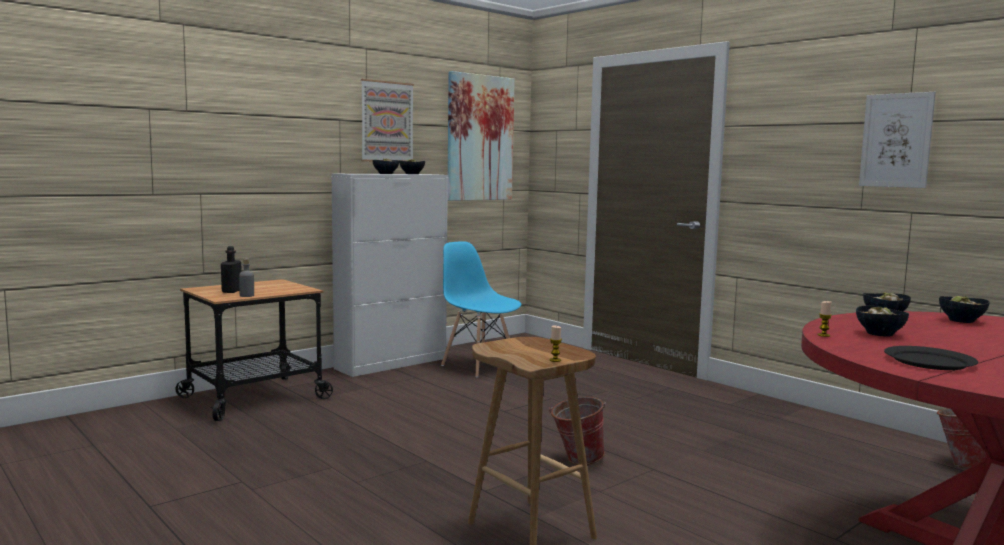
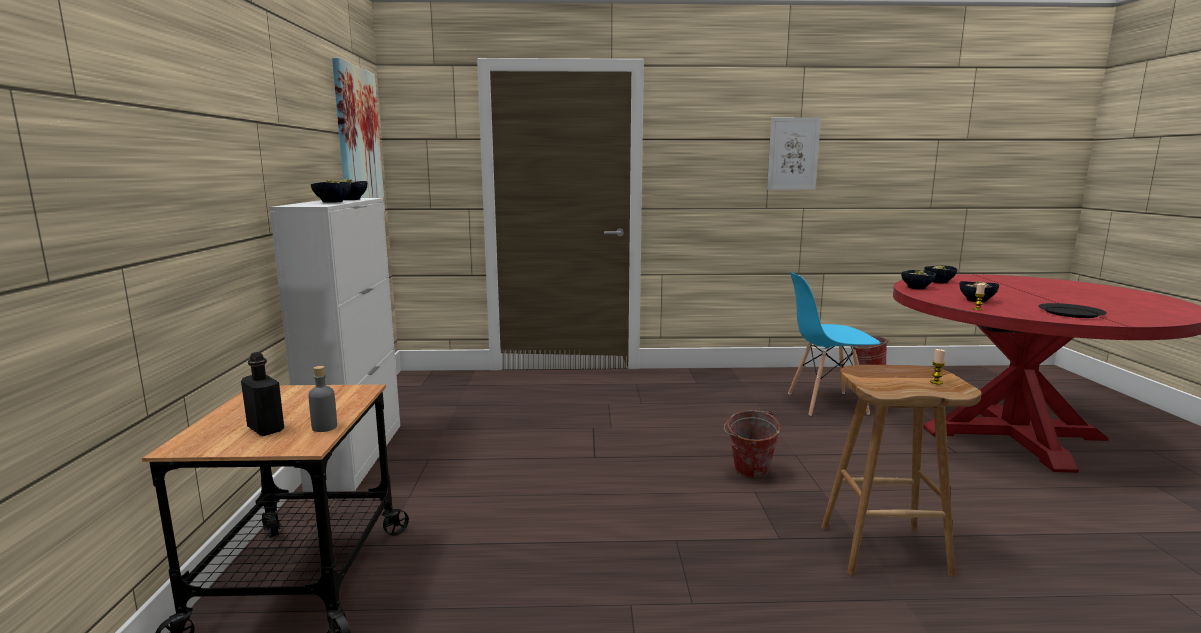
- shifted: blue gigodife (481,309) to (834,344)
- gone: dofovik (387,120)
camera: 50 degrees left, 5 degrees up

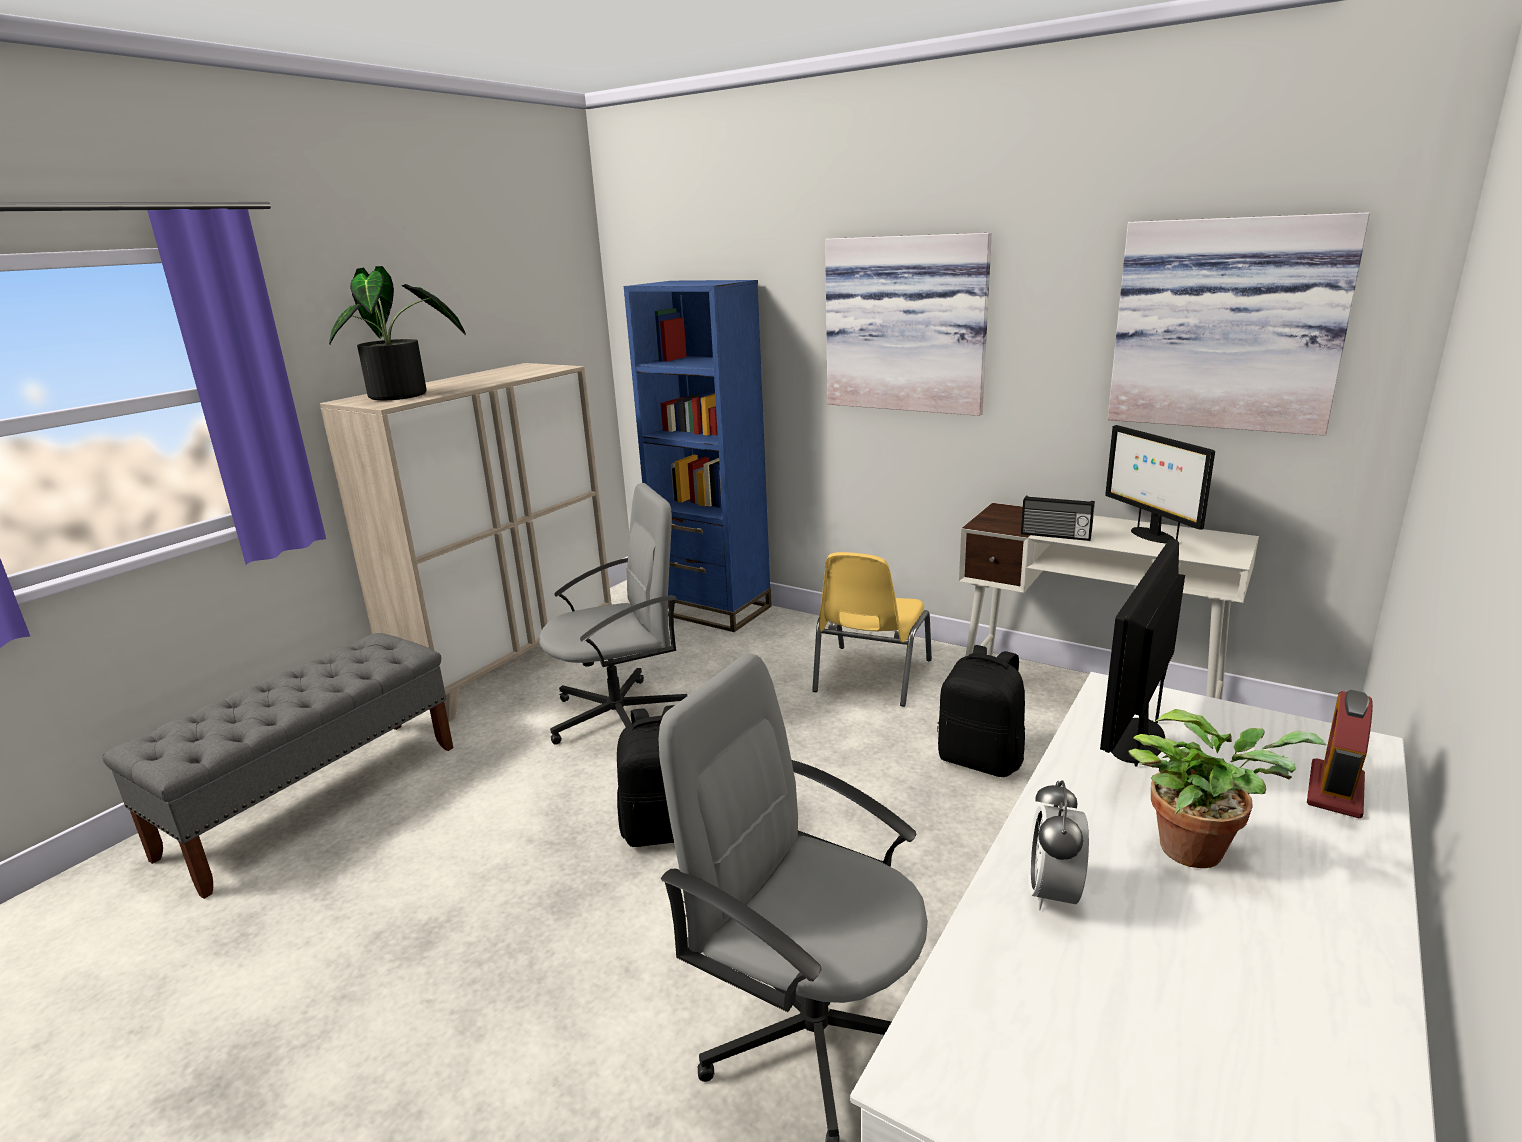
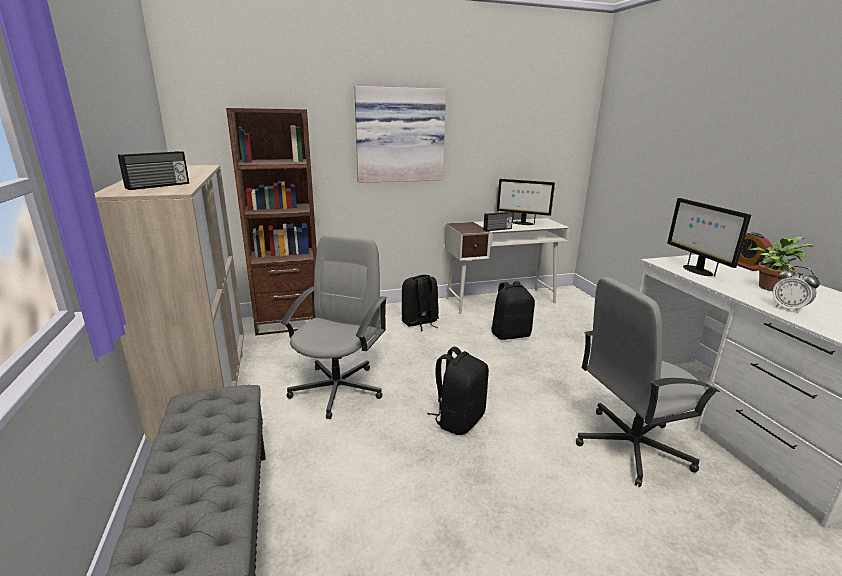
- swapped: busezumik (397,333) to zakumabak (153,170)
- repainted: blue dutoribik (698,456) to brown dutoribik (271,221)
- swapped: yellow gigodife (872,629) to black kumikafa (420,303)
- gone: dofovik (1238,324)
camera: 50 degrees left, 0 degrees up

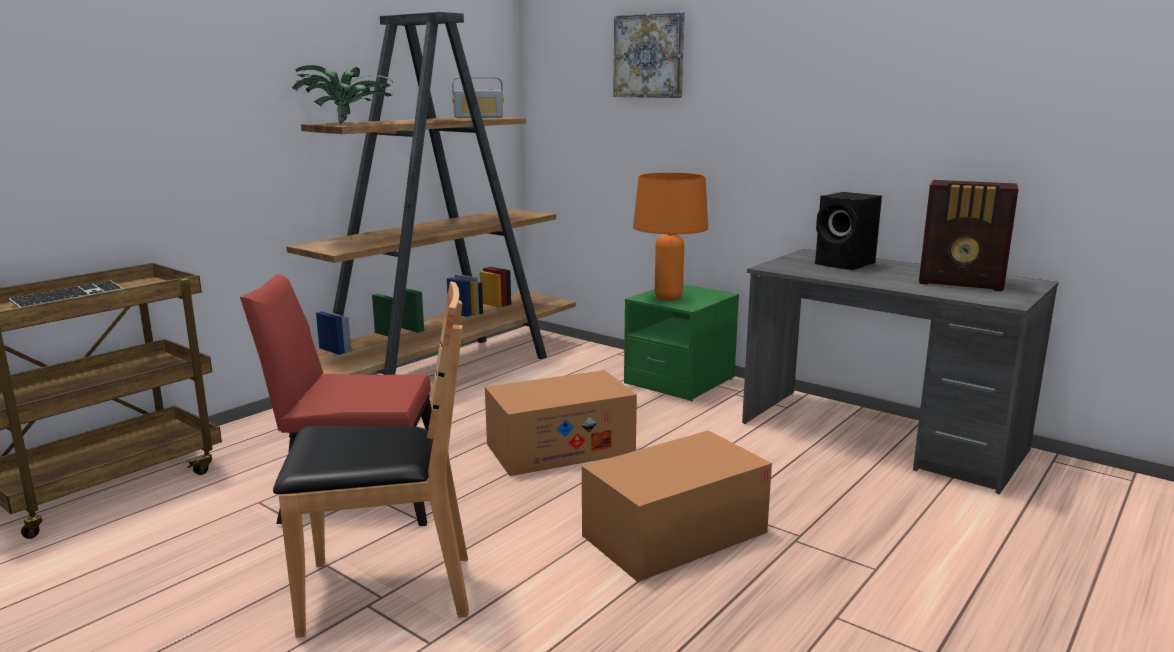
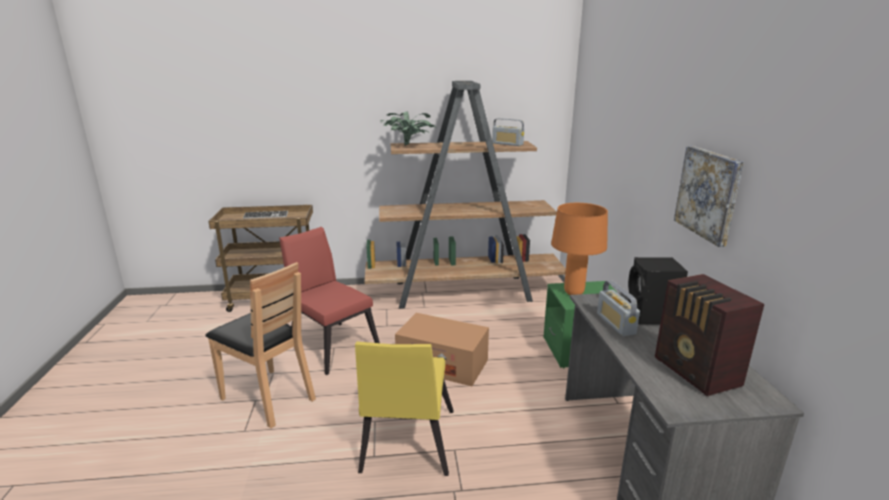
- swapped: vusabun (677,506) to yellow gigodife (404,409)
- new: zakumabak (618,308)
- shifted: dofovik (649,55) to (709,196)
camera: 45 degrees right, 5 degrees up

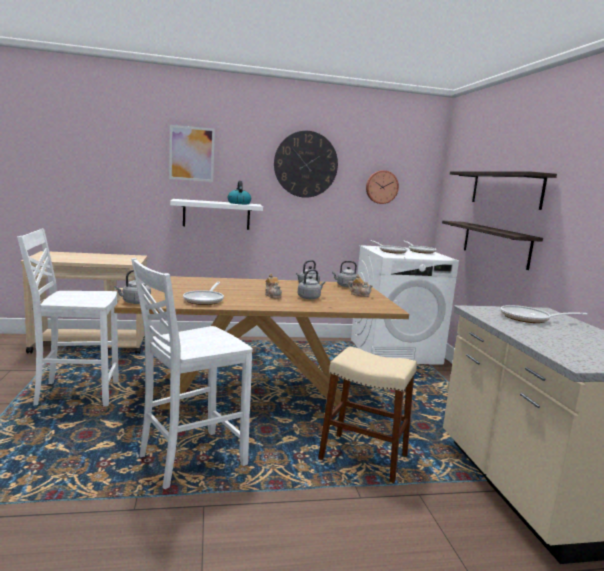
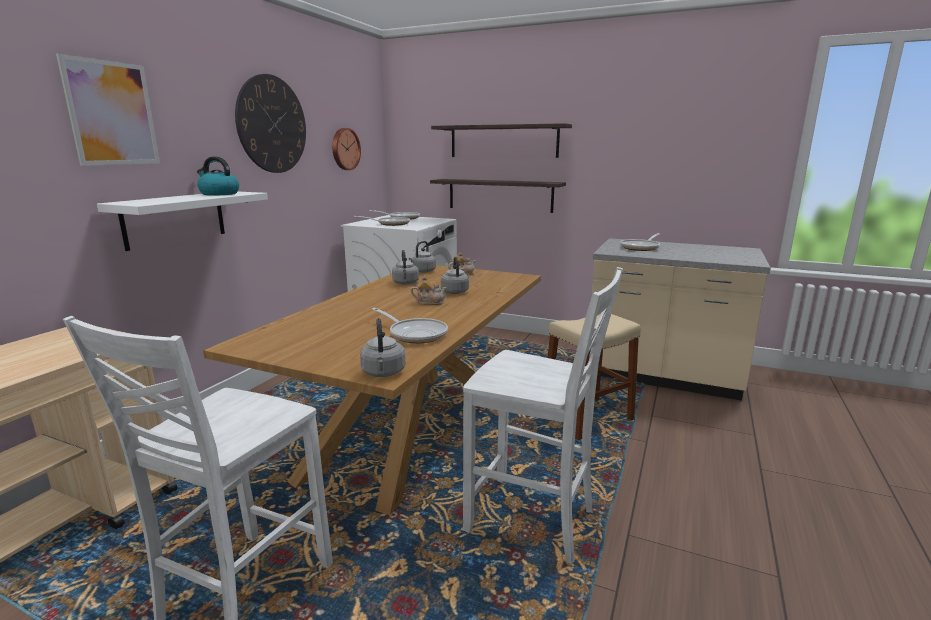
- rotated: white gigodife (192,373) = (543,416) 60 degrees counterclockwise
camera: 55 degrees left, 5 degrees up

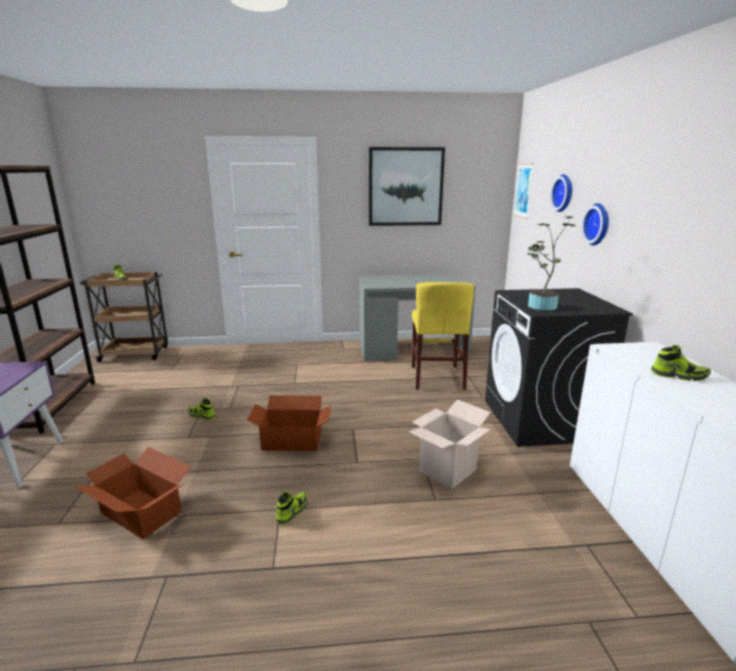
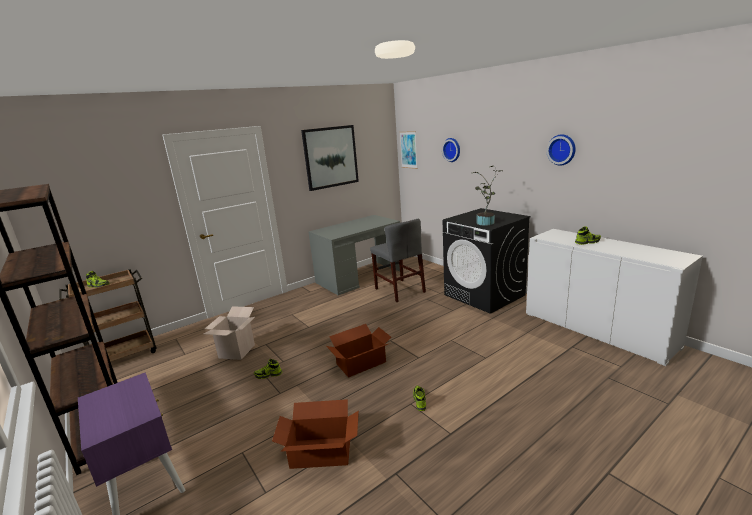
- shifted: vusabun (449,444) to (229,333)
- repainted: yellow gigodife (443,336) to grey gigodife (398,260)
- shifted: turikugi (595,224) to (561,150)
camera: 30 degrees left, 0 degrees up

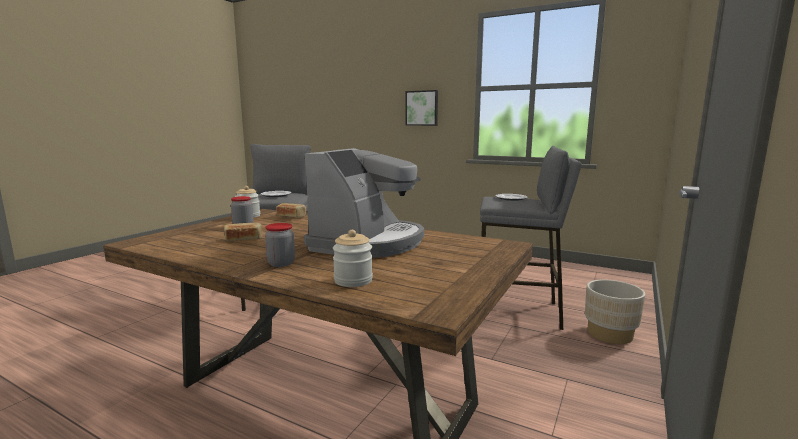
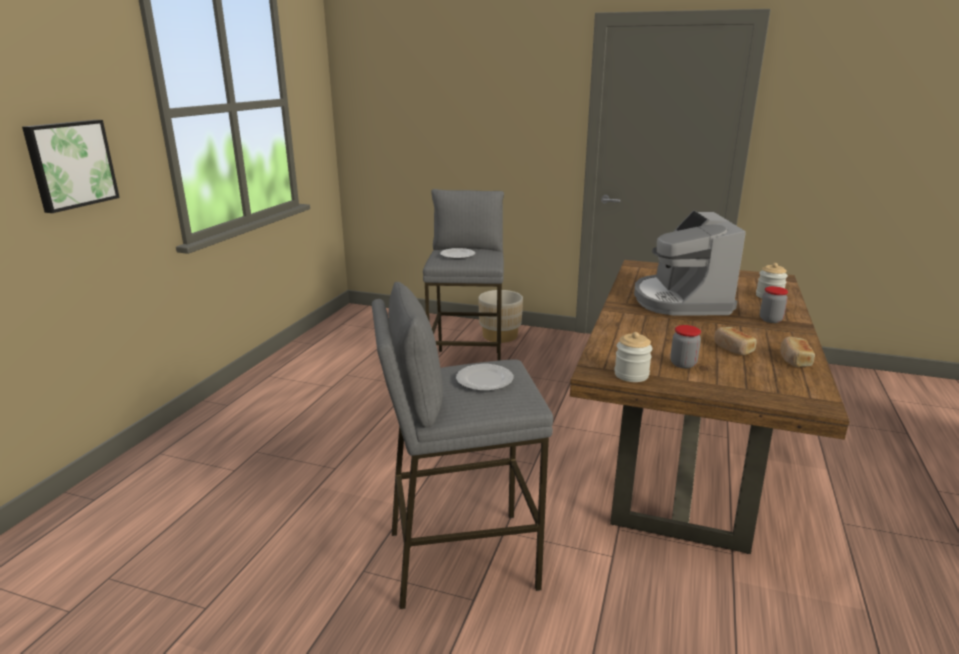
- rotated: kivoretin (364,203) = (690,263) 105 degrees counterclockwise
- shifted: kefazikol (291,210) to (797,352)
camera: 100 degrees left, 10 degrees up

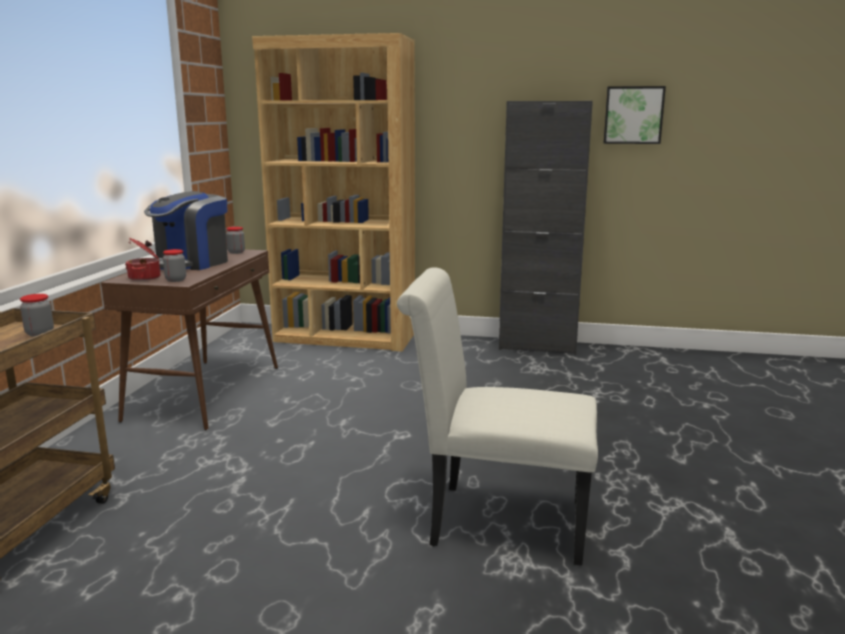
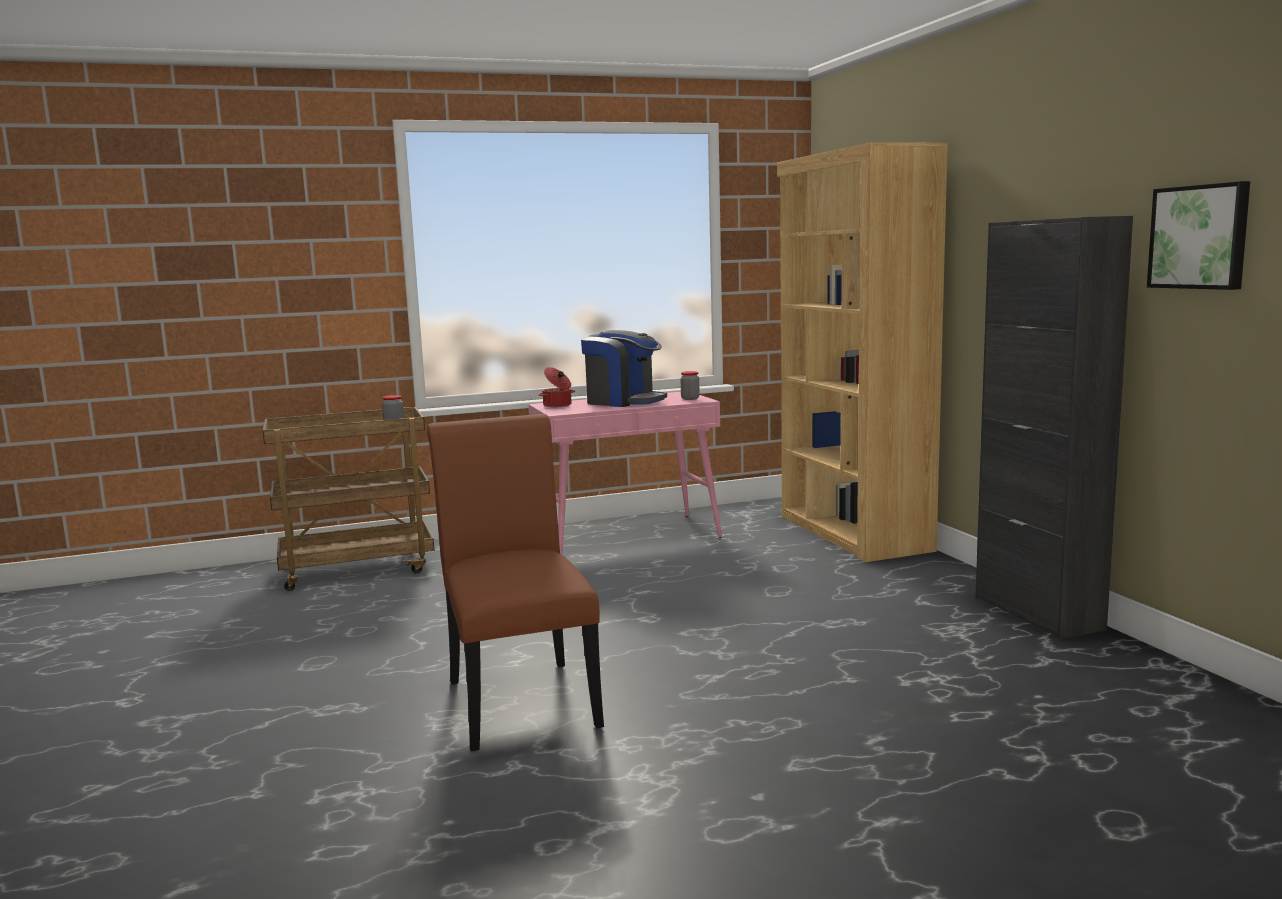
- repainted: white gigodife (497,416) to brown gigodife (515,582)
- repainted: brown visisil (189,340) to pink visisil (625,473)
- rotated: kivoretin (186,230) = (624,368) 150 degrees counterclockwise
- gone: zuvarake (174,265)
camera: 60 degrees right, 5 degrees down

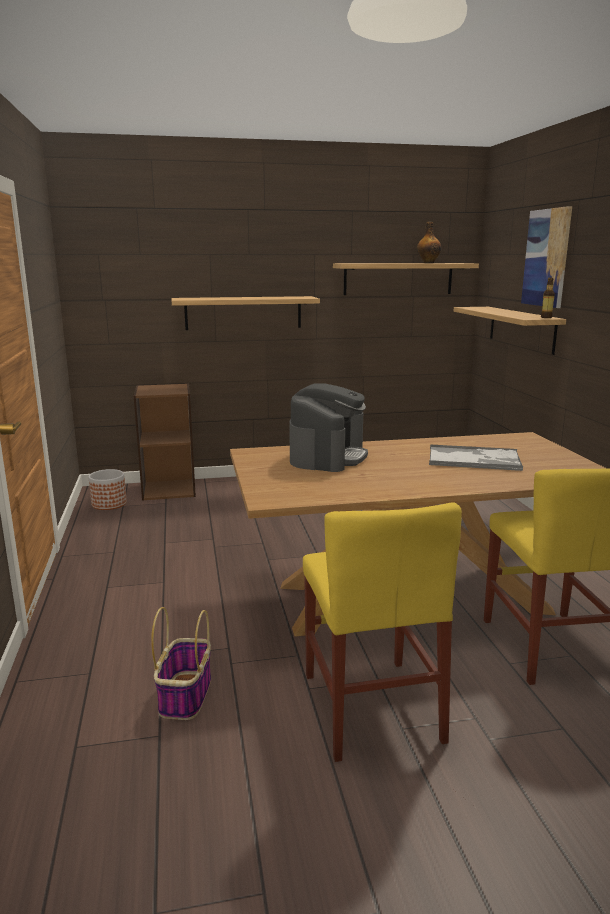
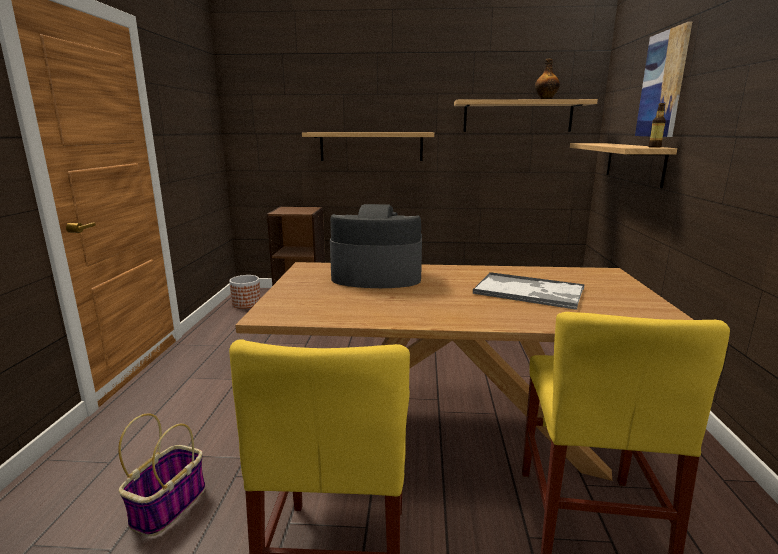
- rotated: kivoretin (328,427) = (376,246) 120 degrees counterclockwise
camera: 15 degrees right, 0 degrees up

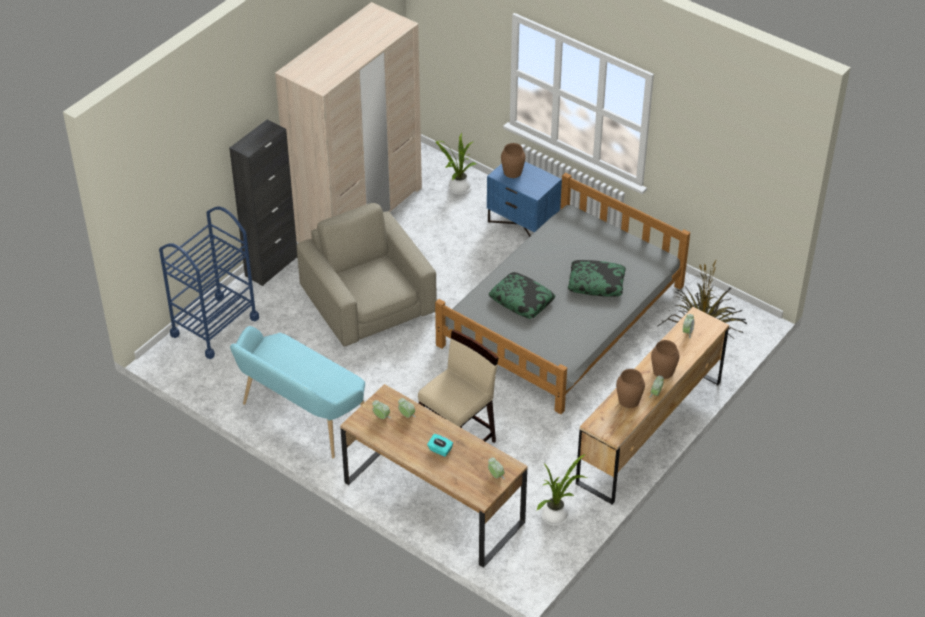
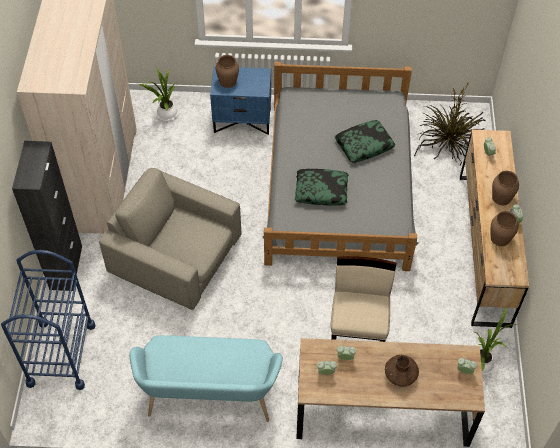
- swapped: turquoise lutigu (440,445) to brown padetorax (402,371)
camera: 35 degrees left, 10 degrees up

